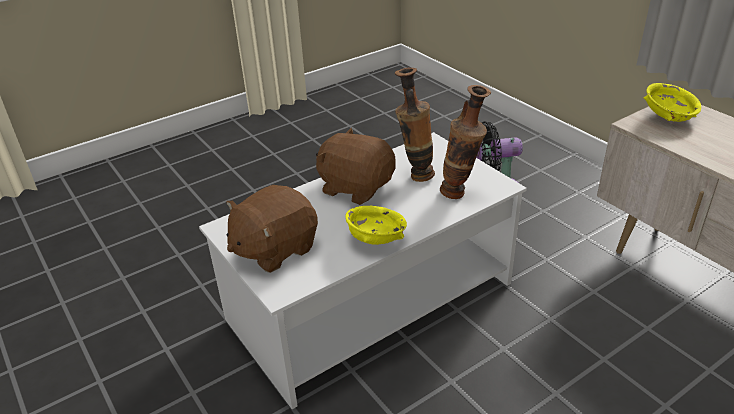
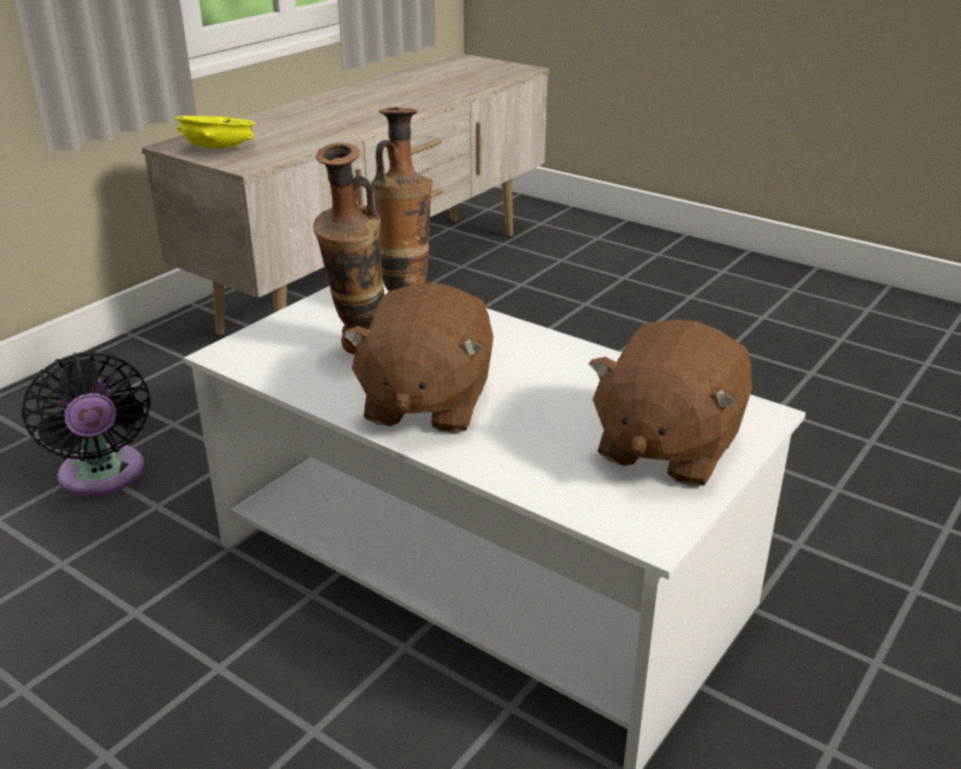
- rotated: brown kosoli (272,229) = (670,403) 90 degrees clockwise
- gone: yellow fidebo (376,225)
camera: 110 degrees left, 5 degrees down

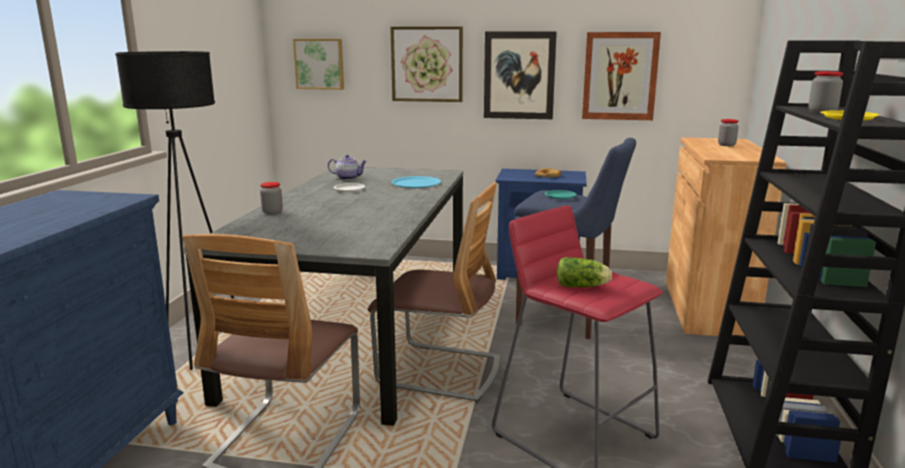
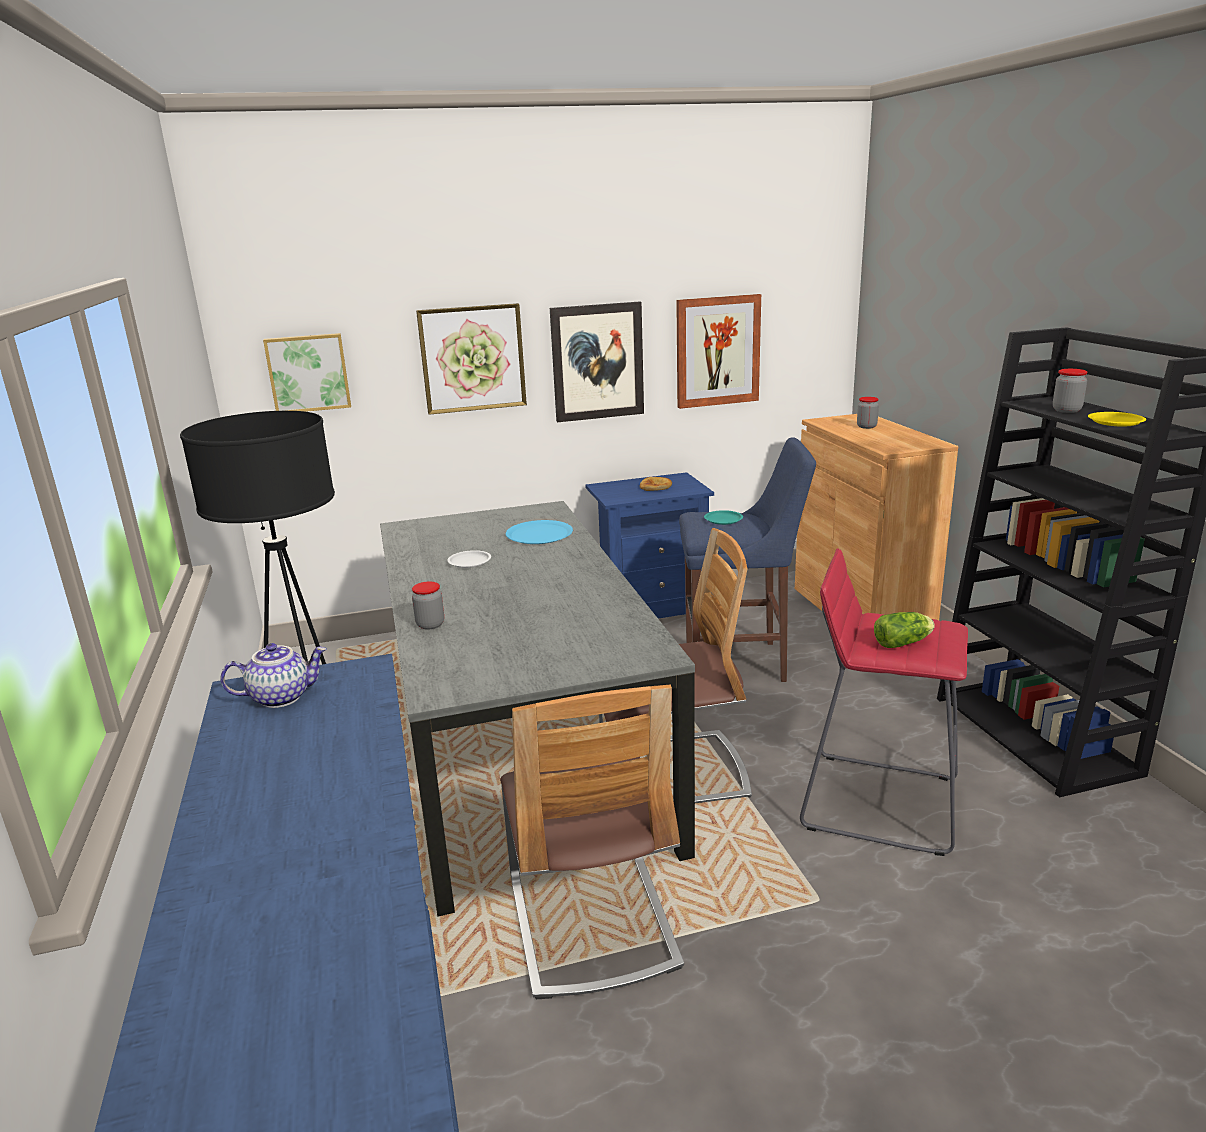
- shifted: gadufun (347,167) to (273,675)
camera: 25 degrees left, 5 degrees up

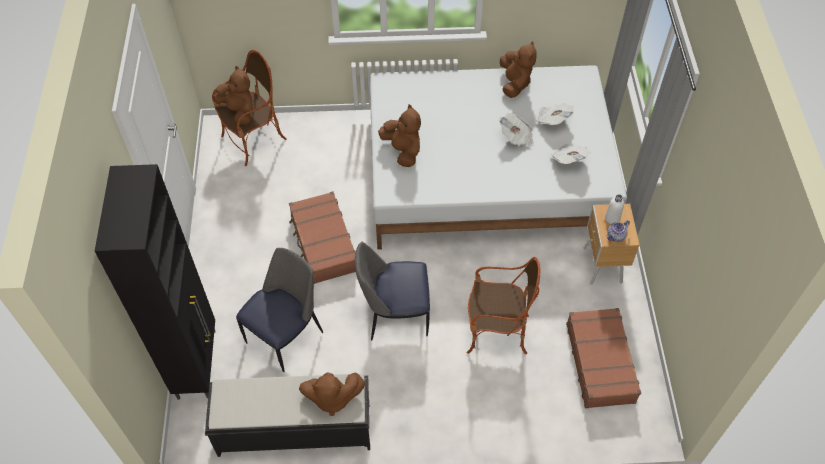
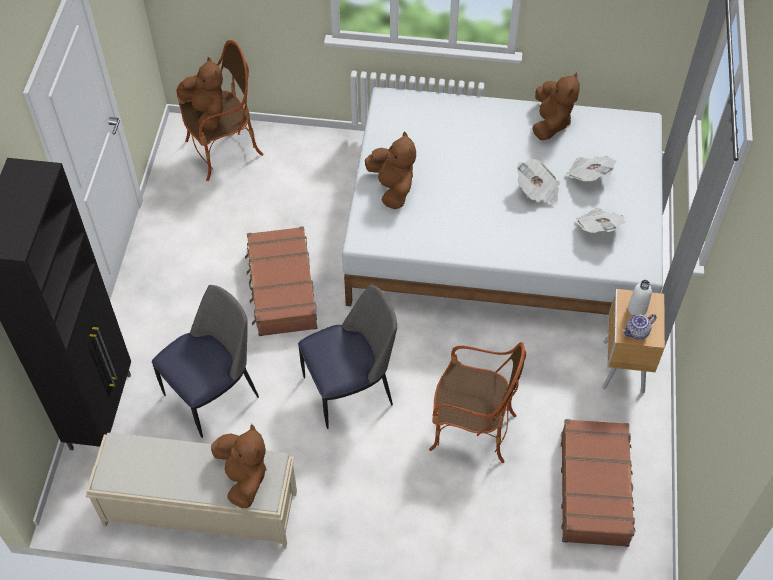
- repainted: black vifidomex (287,415) to beige vifidomex (191,490)
- rotated: brown kosoli (332,394) = (238,466) 120 degrees counterclockwise
- rotated: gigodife (392,291) = (347,357) 150 degrees clockwise
camera: 10 degrees right, 0 degrees up

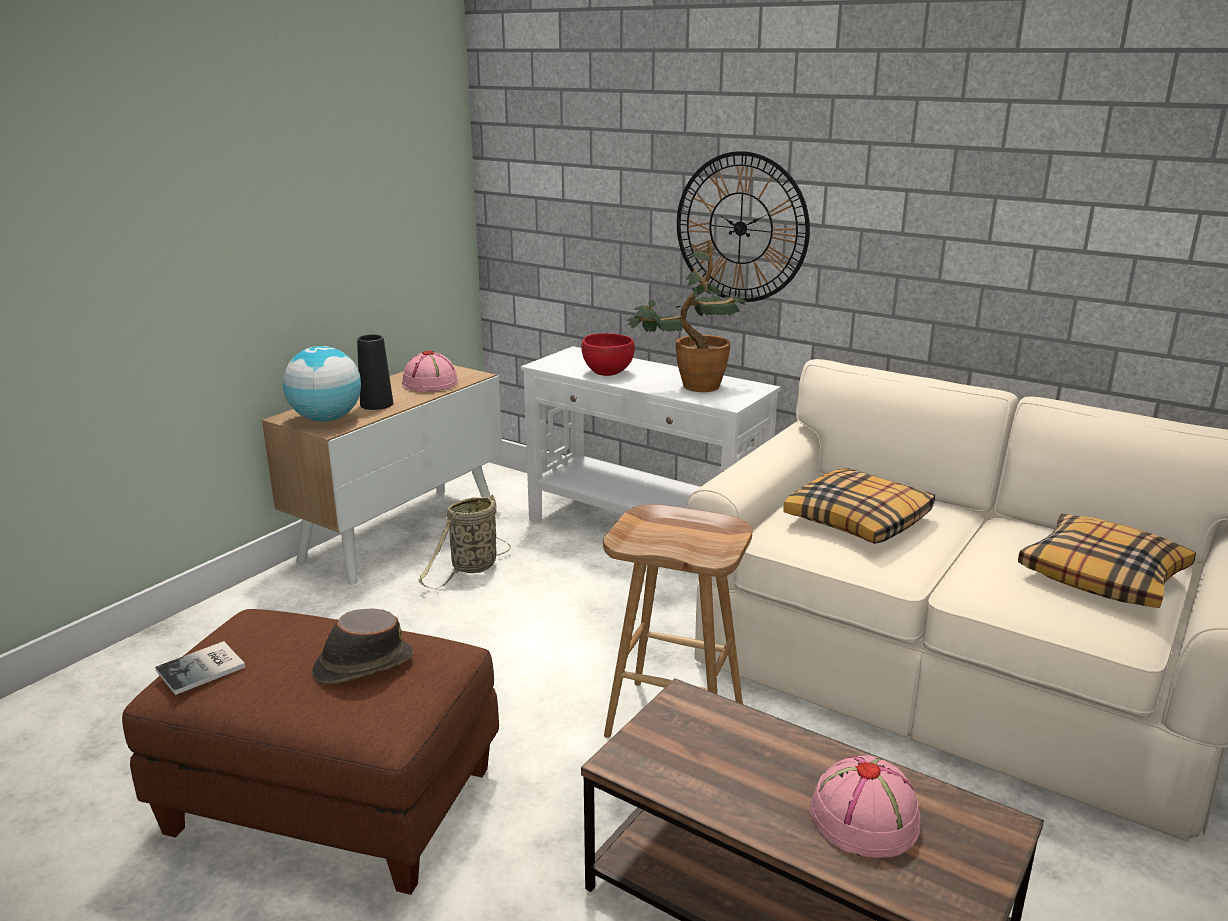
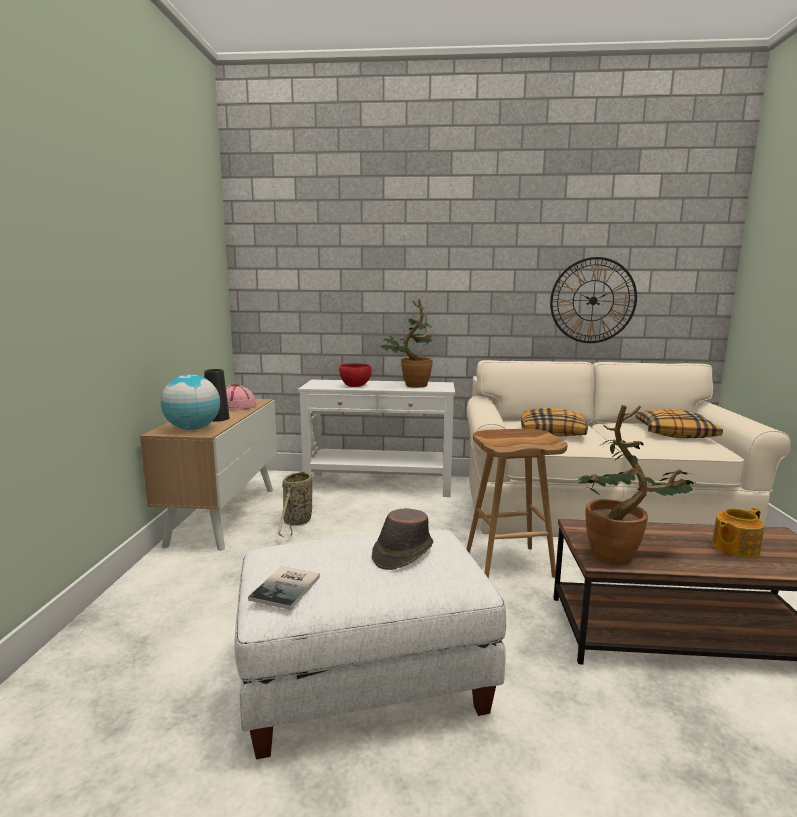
- repainted: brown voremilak (310,752) to white voremilak (370,645)
- shifted: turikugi (743,226) to (593,300)
- new: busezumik (637,485)
- swapped: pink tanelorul (865,806) to gadufun (738,533)
camera: 30 degrees left, 10 degrees down

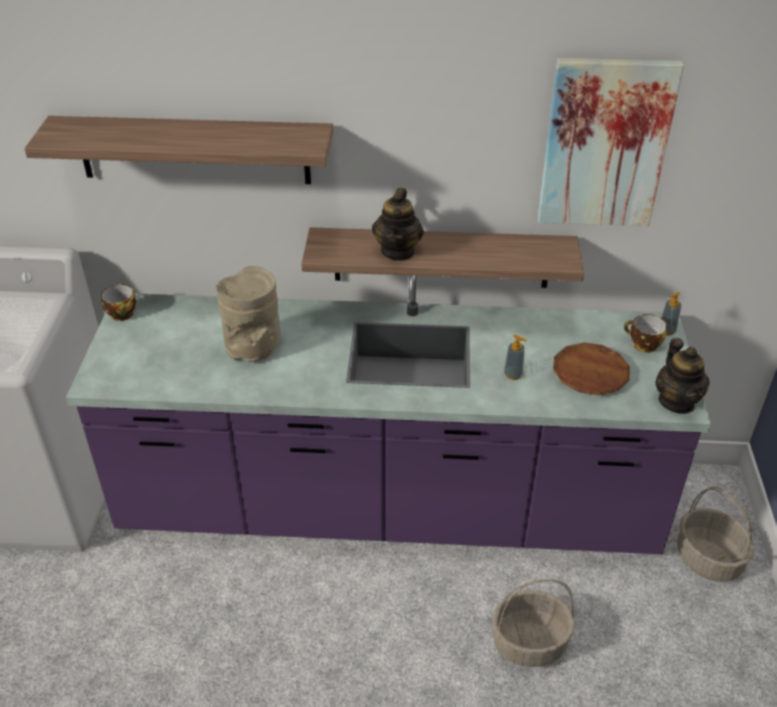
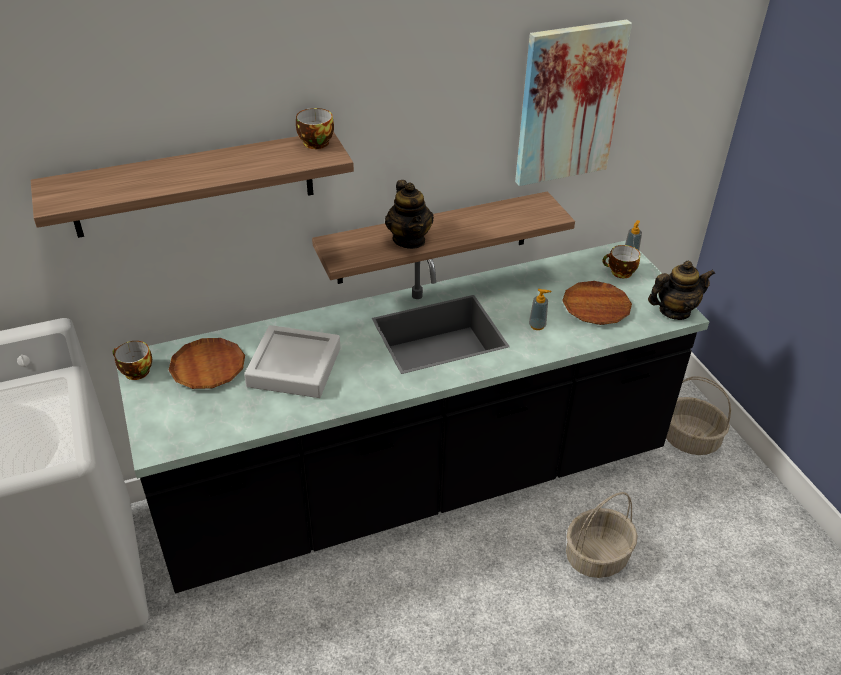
- repainted: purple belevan (388,414) to black belevan (413,416)
- new: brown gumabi (207,363)
- swapped: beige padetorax (248,314) to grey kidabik (292,361)
- new: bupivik (315,128)
- rotated: gadufun (682,376) = (681,290) 75 degrees counterclockwise
camera: 25 degrees left, 0 degrees up

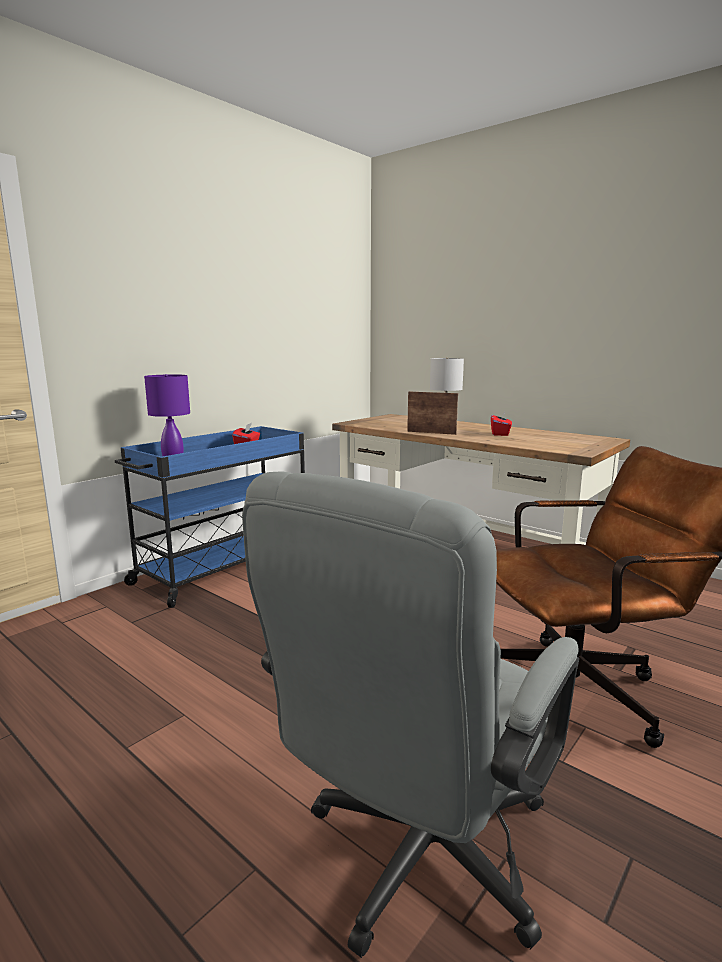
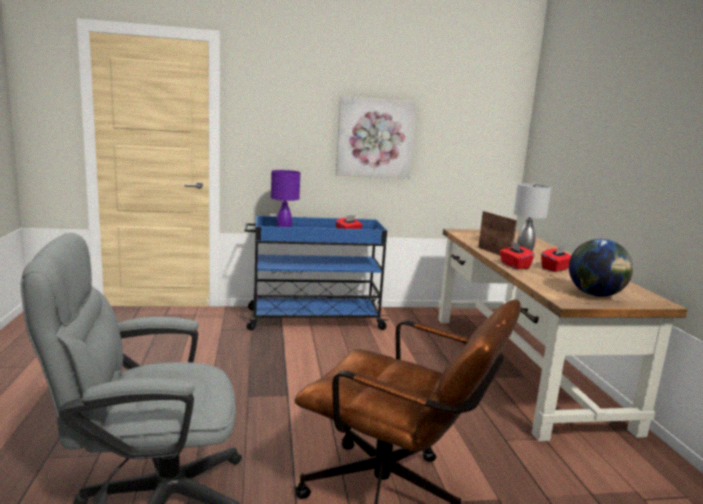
- new: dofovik (376,137)
- new: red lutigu (517,255)
- new: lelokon (601,268)
camera: 40 degrees right, 0 degrees up

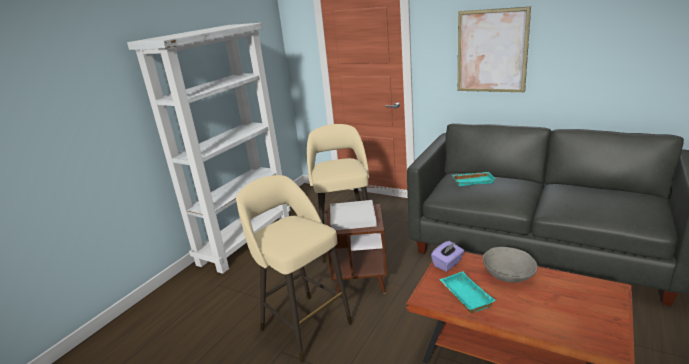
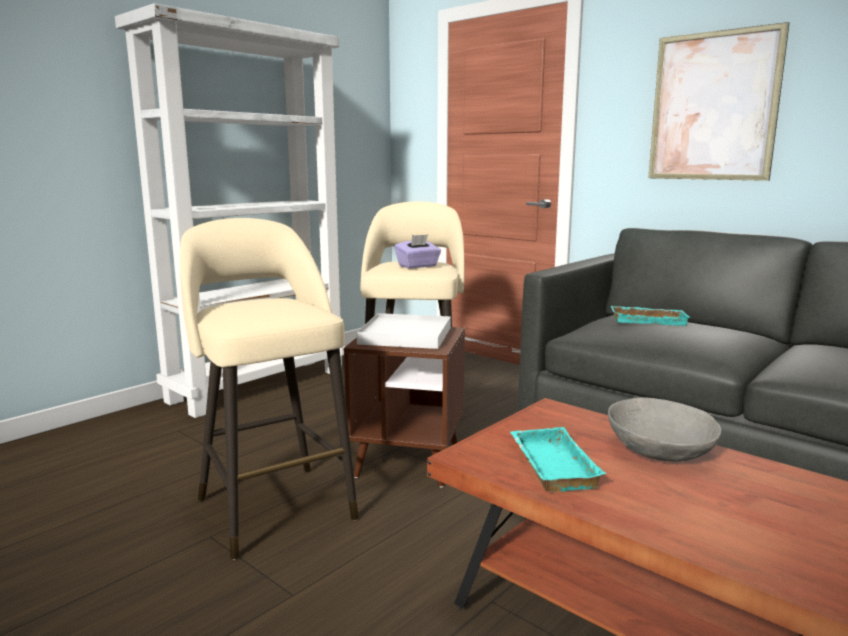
- shifted: purple lutigu (447,256) to (418,251)
camera: 10 degrees right, 10 degrees down

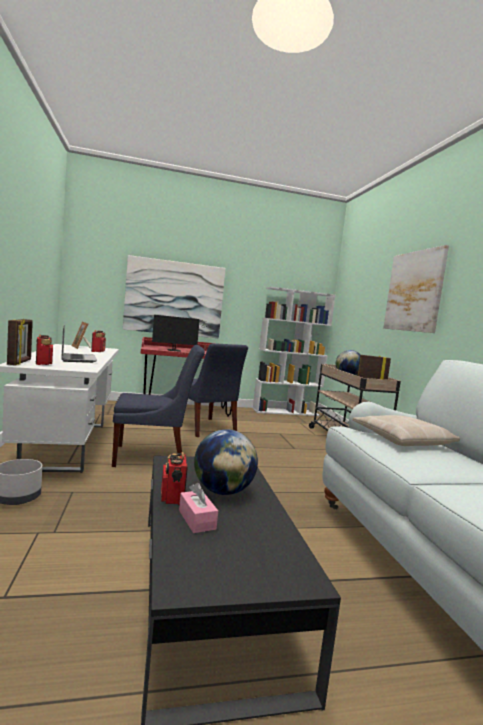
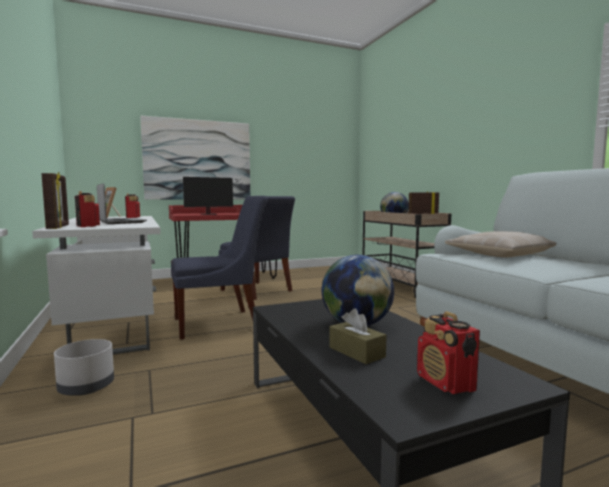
- repainted: pink lutigu (198,508) to brown lutigu (357,336)
- shifted: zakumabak (174,478) to (448,352)
- gone: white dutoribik (294,351)
- gone: dofovik (416,289)
camera: 10 degrees left, 0 degrees up

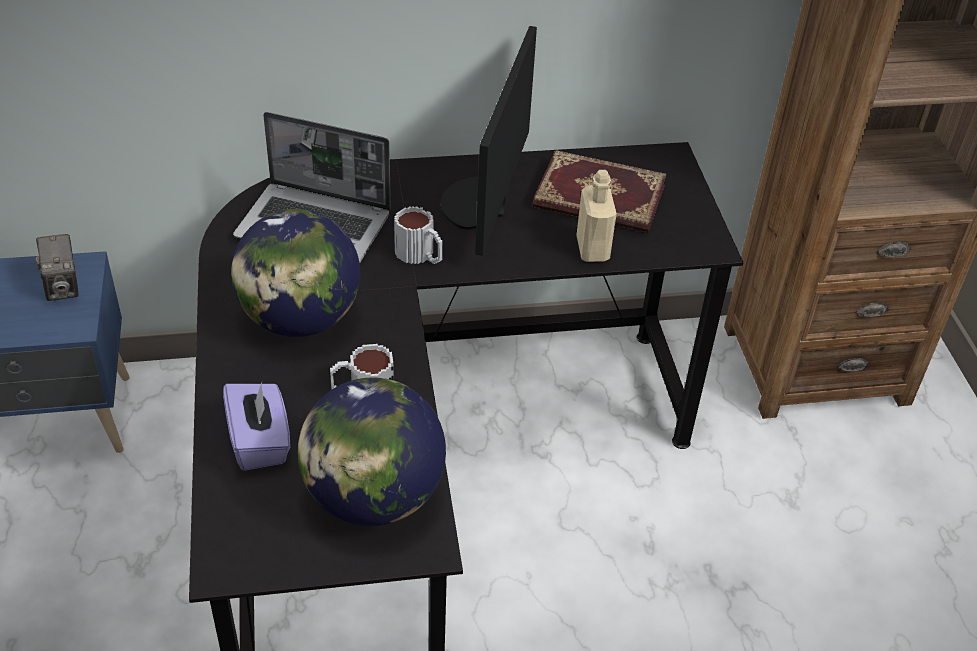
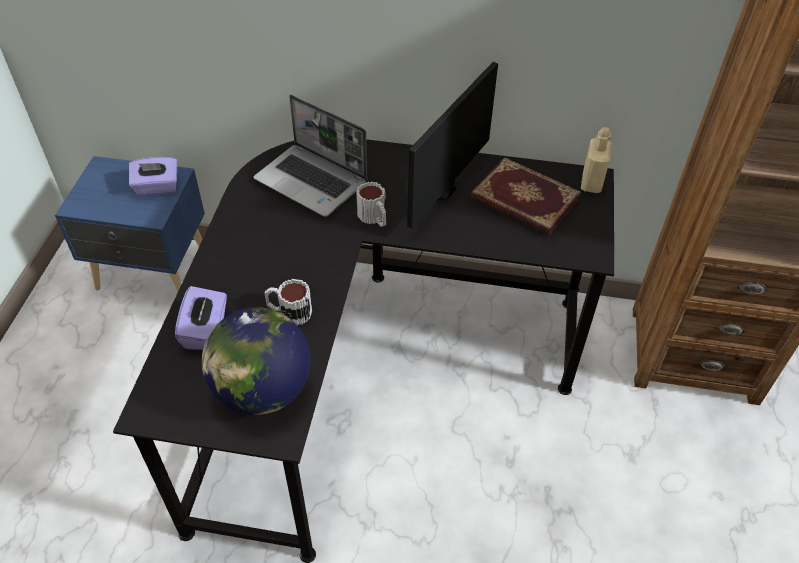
- swapped: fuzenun (57,267) to purple lutigu (153,176)
- shifted: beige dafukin (596,216) to (596,160)
- gone: lelokon (295,273)
camera: 20 degrees right, 5 degrees up

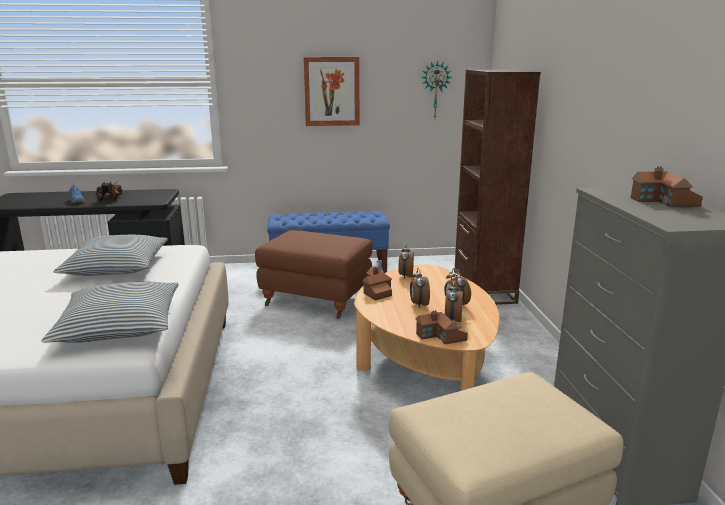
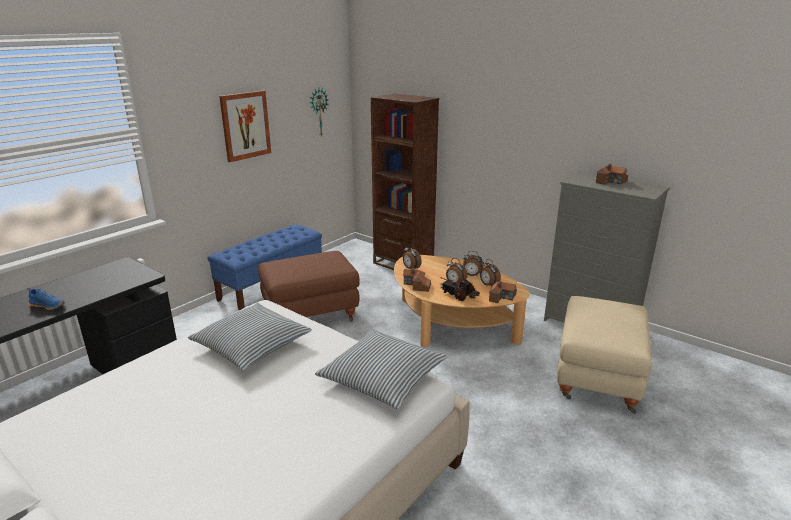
- shifted: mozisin (109,191) to (460,289)
camera: 45 degrees left, 5 degrees up

